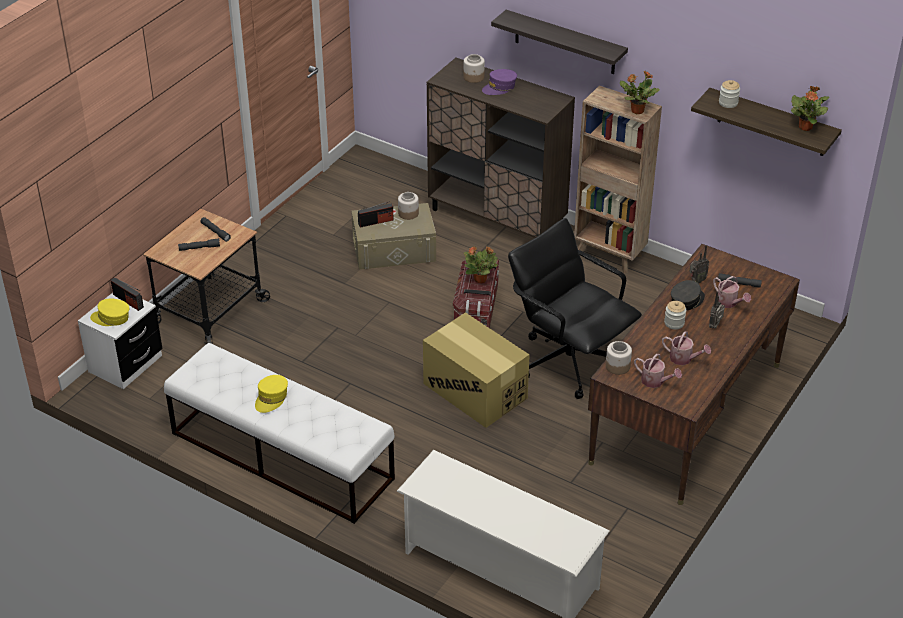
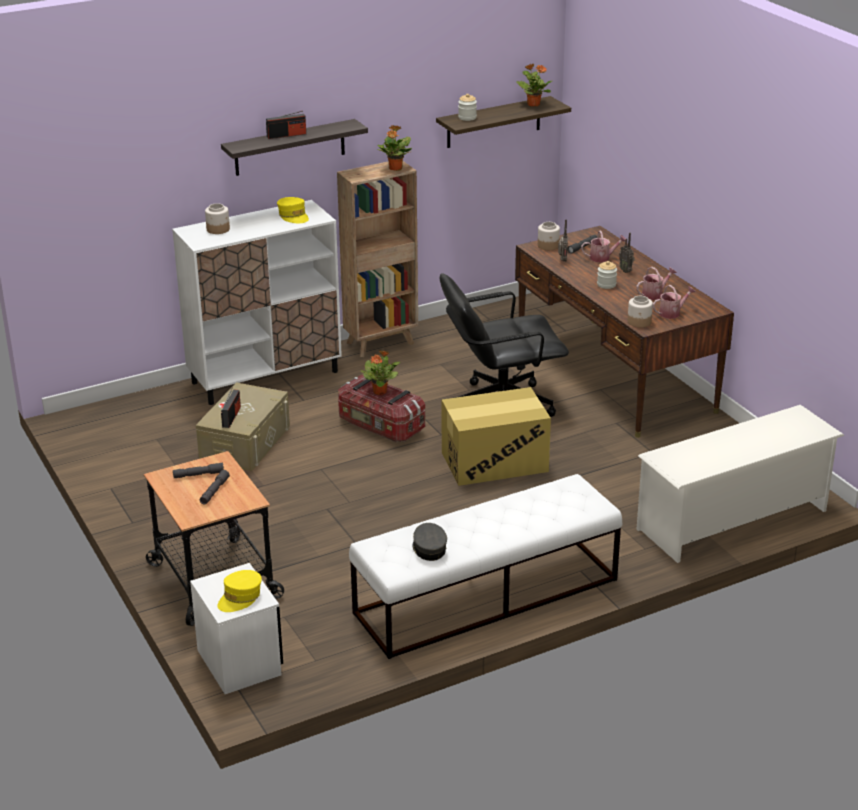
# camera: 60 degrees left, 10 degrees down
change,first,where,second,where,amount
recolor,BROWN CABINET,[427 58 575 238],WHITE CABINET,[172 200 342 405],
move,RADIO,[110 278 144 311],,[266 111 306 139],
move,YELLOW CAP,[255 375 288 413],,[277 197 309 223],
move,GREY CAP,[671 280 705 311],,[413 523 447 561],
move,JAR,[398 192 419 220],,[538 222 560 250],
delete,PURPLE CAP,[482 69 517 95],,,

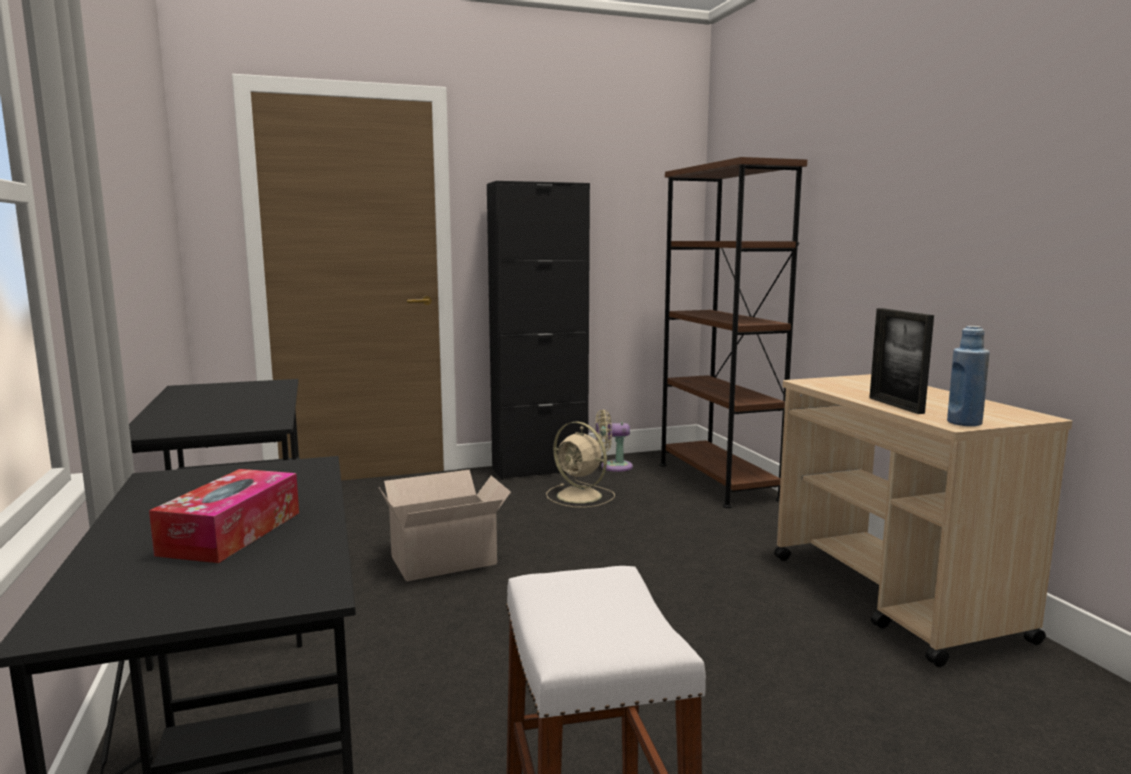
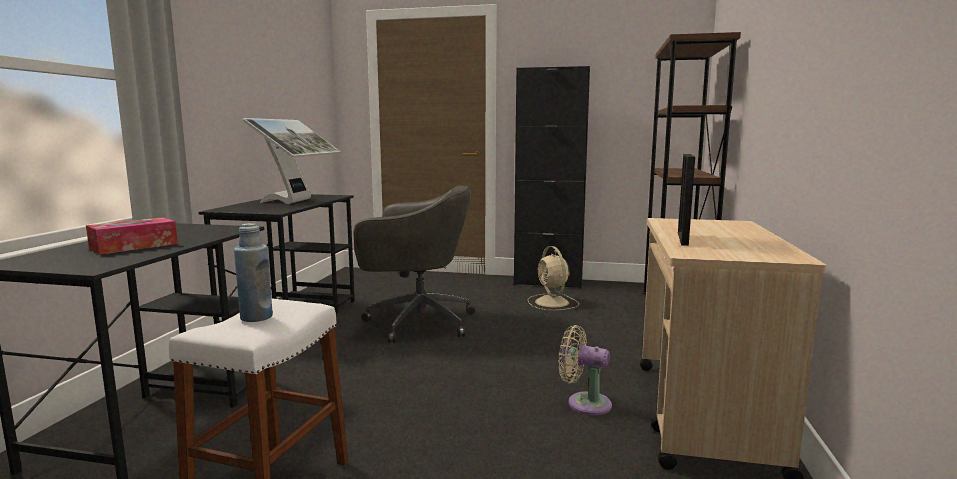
# camera: 30 degrees right, 0 degrees up
change,first,where,second,where,amount
move,BLUE BOTTLE,[947 326 990 426],,[234 223 273 322],
insert,,,MONITOR,[242 118 341 204],
replace,CARDBOARD BOX,[379 469 511 581],GREY OFFICE CHAIR,[354 185 475 343],
move,BEIGE FAN,[595 410 633 472],,[559 325 612 415],

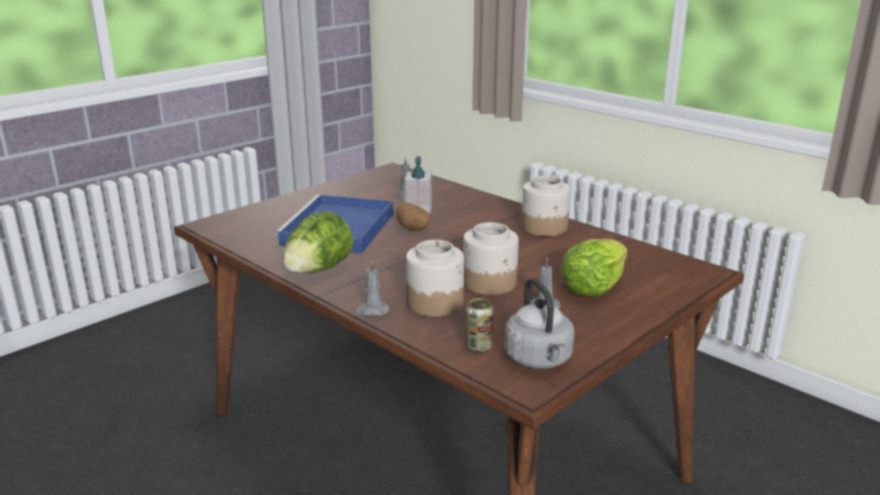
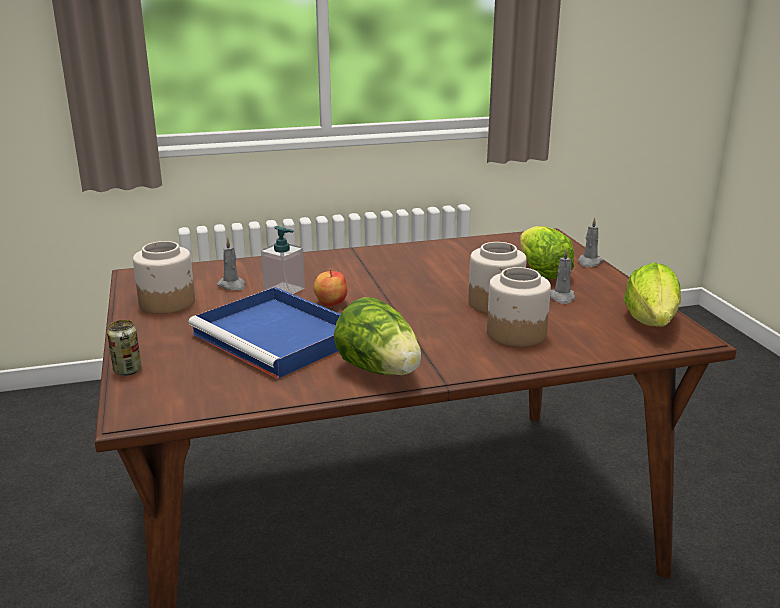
# camera: 60 degrees left, 0 degrees up
change,first,where,second,where,amount
move,CAN,[466 298 493 352],,[107 320 142 376],
move,JAR,[521 175 570 236],,[133 241 195 314],
replace,POTATO,[396 203 431 230],APPLE,[313 269 348 306],
move,GREY CANDLE,[354 259 389 316],,[578 217 603 267],
replace,GREY KETTLE,[505 278 574 369],LETTUCE,[624 262 681 326],

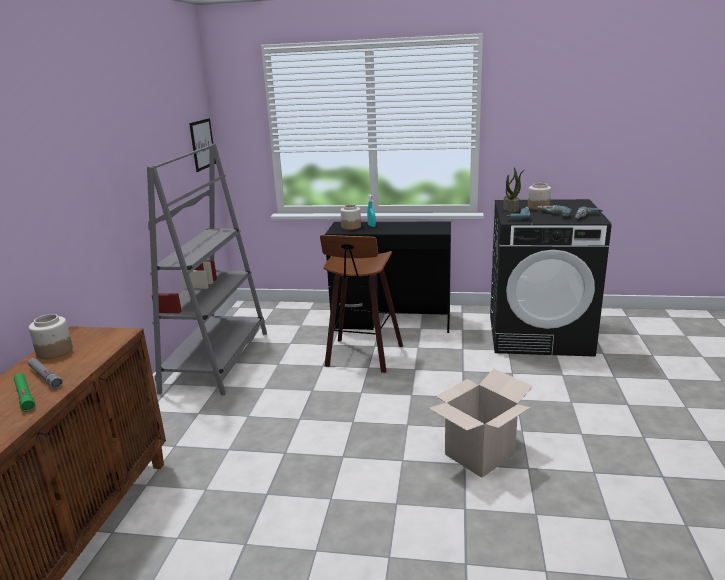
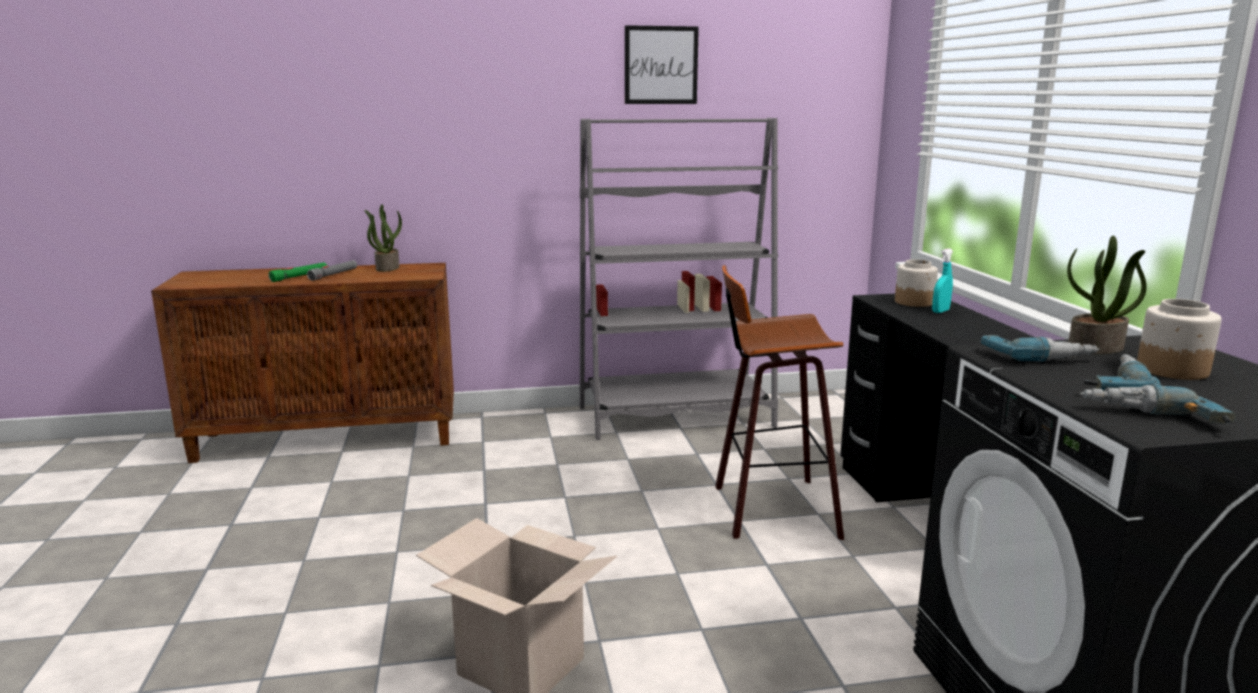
# camera: 70 degrees right, 5 degrees down
change,first,where,second,where,amount
replace,JAR,[29 314 73 359],POTTED PLANT,[364 204 402 272],
move,PICTURE,[189 118 216 172],,[625 25 699 104],

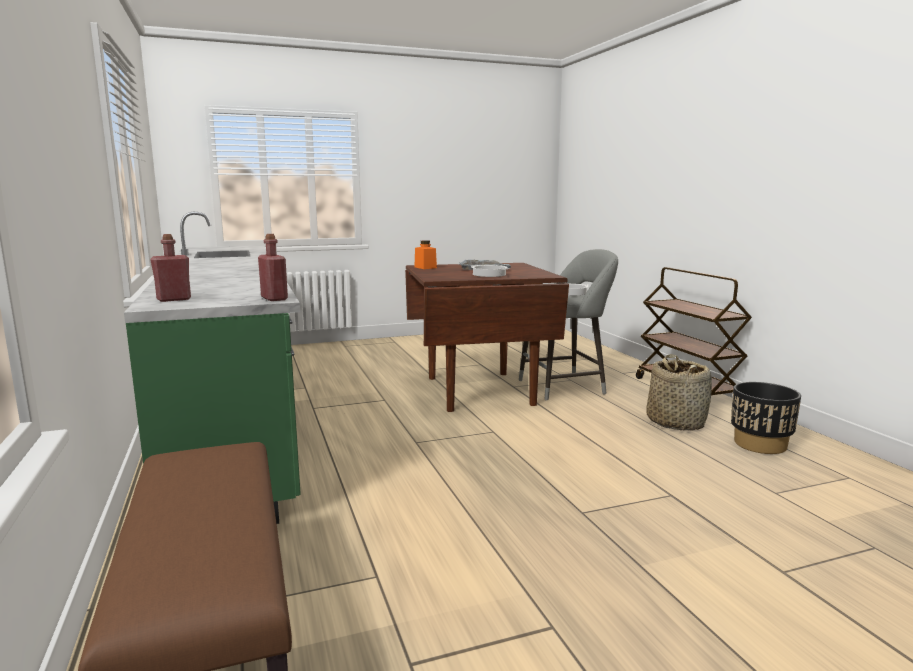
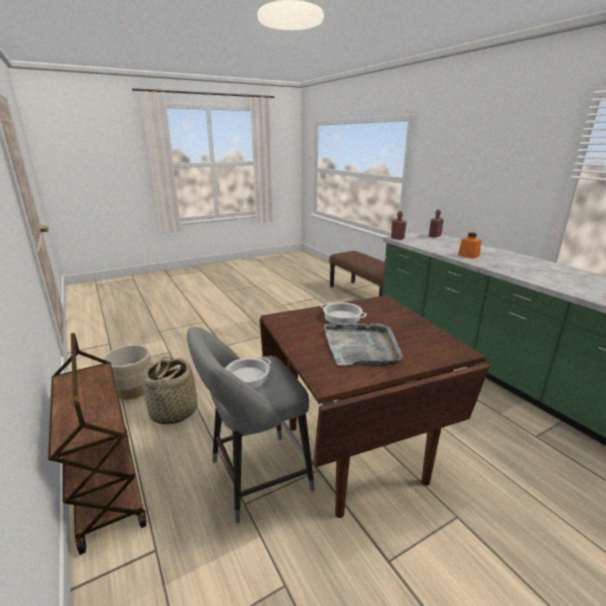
# camera: 170 degrees right, 10 degrees up
change,first,where,second,where,amount
recolor,BLACK PLANTER,[731 382 801 454],BEIGE PLANTER,[103 345 152 399],
move,ORANGE JAR,[414 240 437 269],,[458 232 482 259],

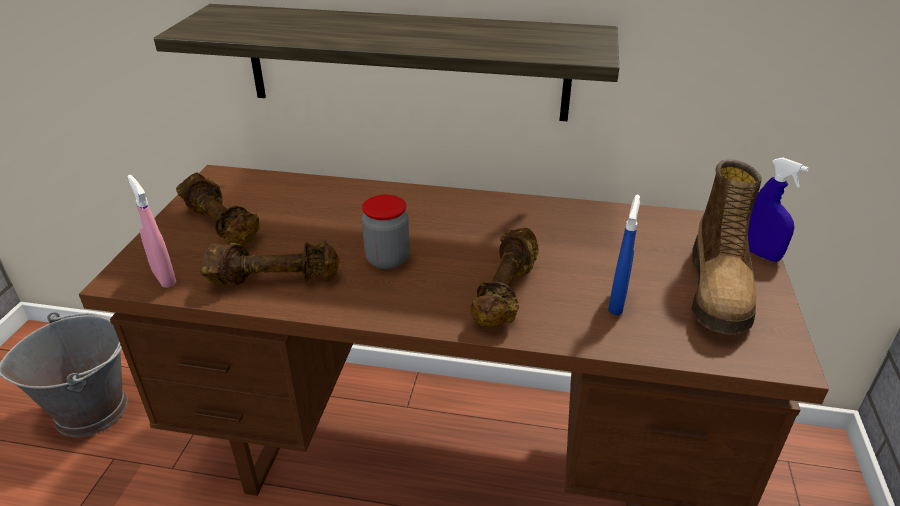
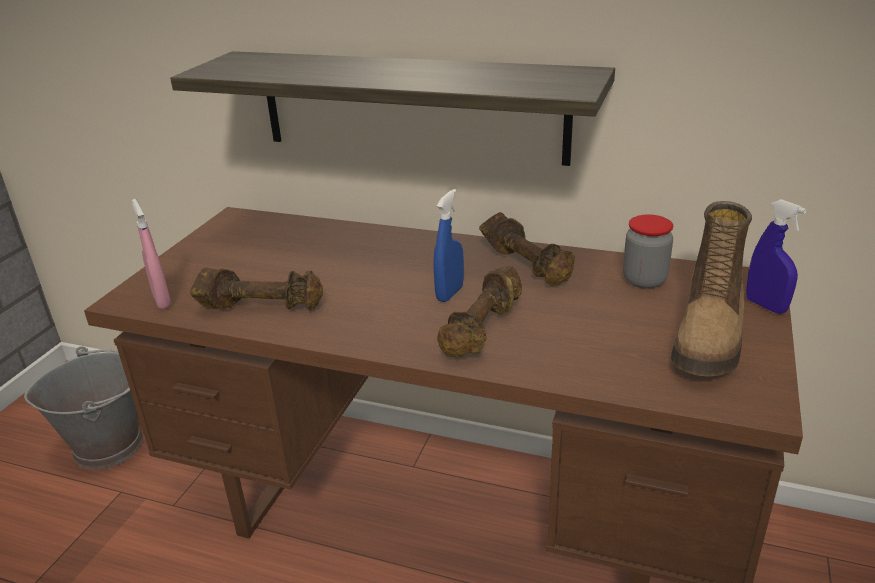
# camera: 10 degrees right, 5 degrees down
change,first,where,second,where,amount
move,BLUE SPRAY BOTTLE,[608 195 640 315],,[433 189 464 302],
move,BROWN DUMBBELL,[176 172 260 246],,[479 212 575 286],
move,JAR,[362 195 410 269],,[623 214 673 289],

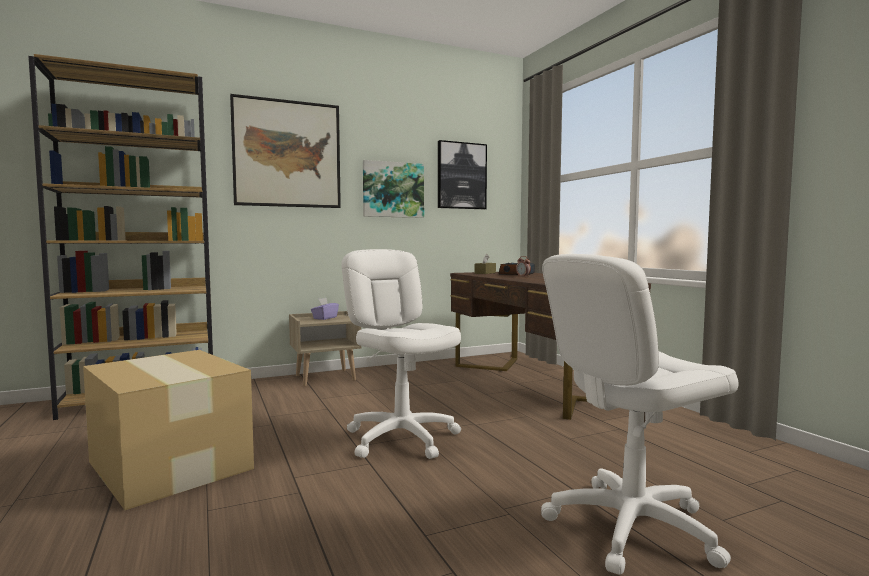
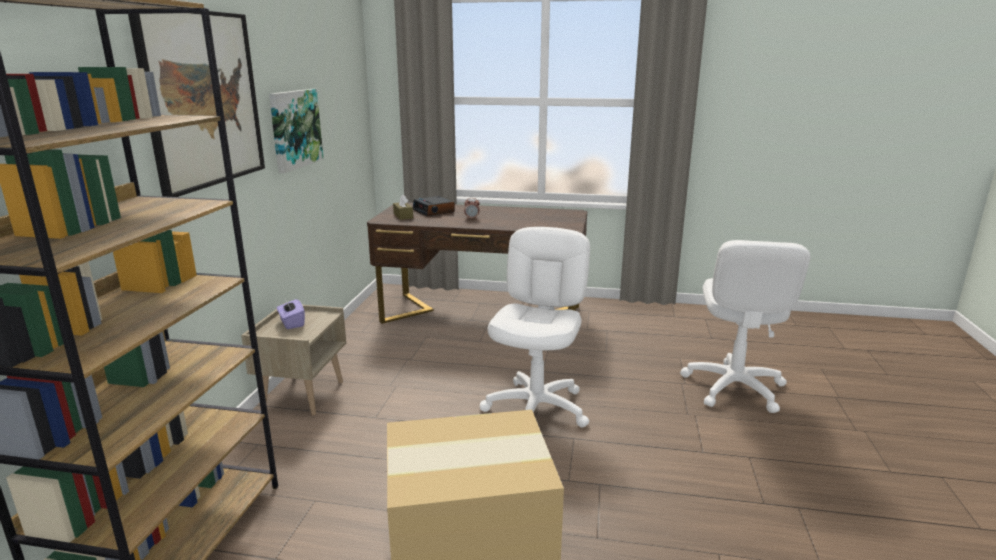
# camera: 55 degrees left, 15 degrees up
change,first,where,second,where,amount
rotate,WHITE OFFICE CHAIR,[342 249 461 459],,[480 227 590 427],105 degrees clockwise
delete,PICTURE,[438 140 487 209],,,

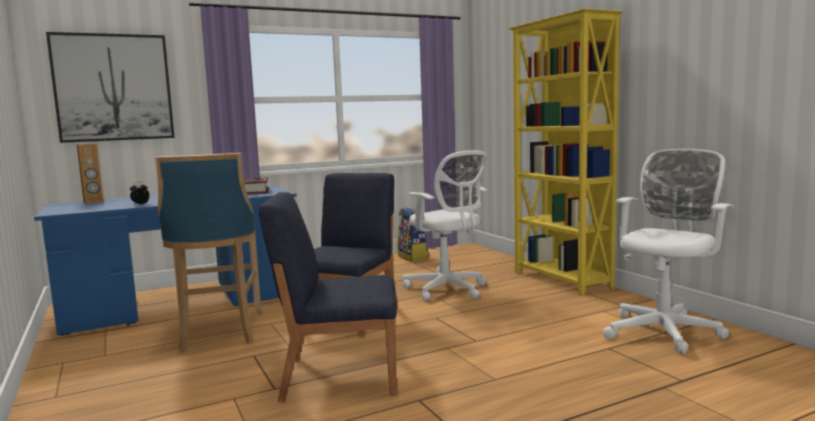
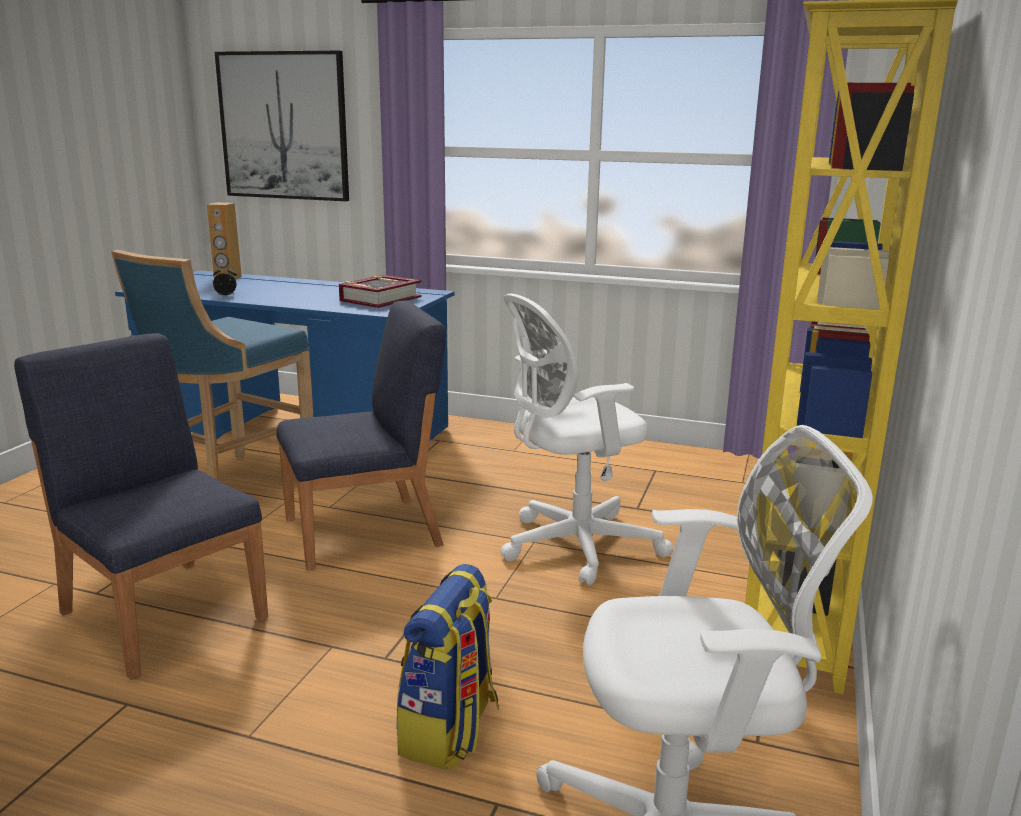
# camera: 45 degrees right, 10 degrees up
change,first,where,second,where,amount
move,BACKPACK,[397 207 429 262],,[396 564 500 771],
rotate,WHITE OFFICE CHAIR,[402 150 488 301],,[501 294 673 585],60 degrees clockwise

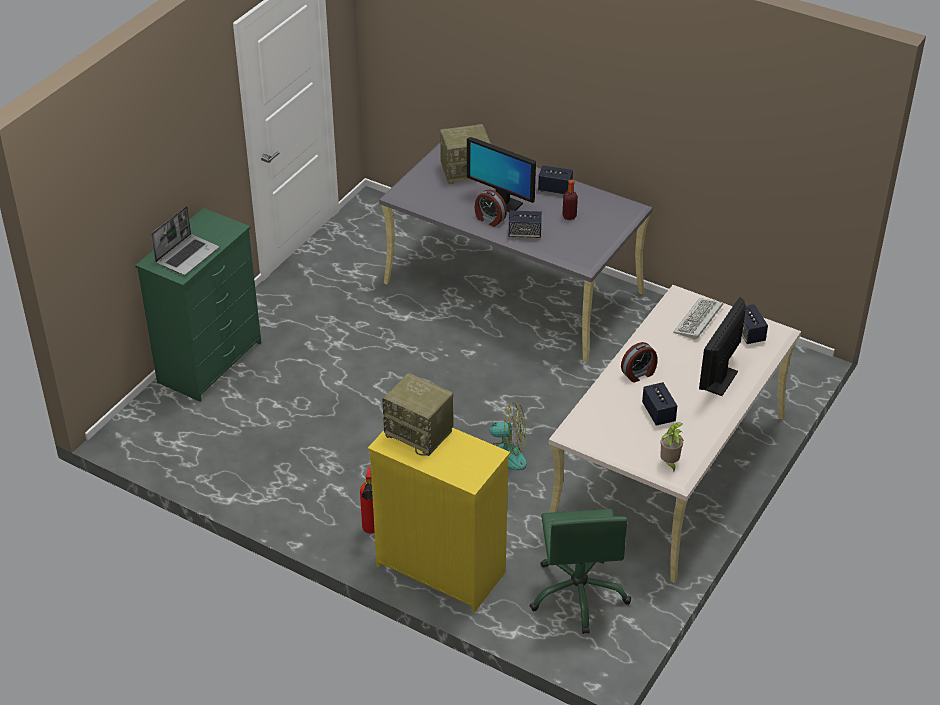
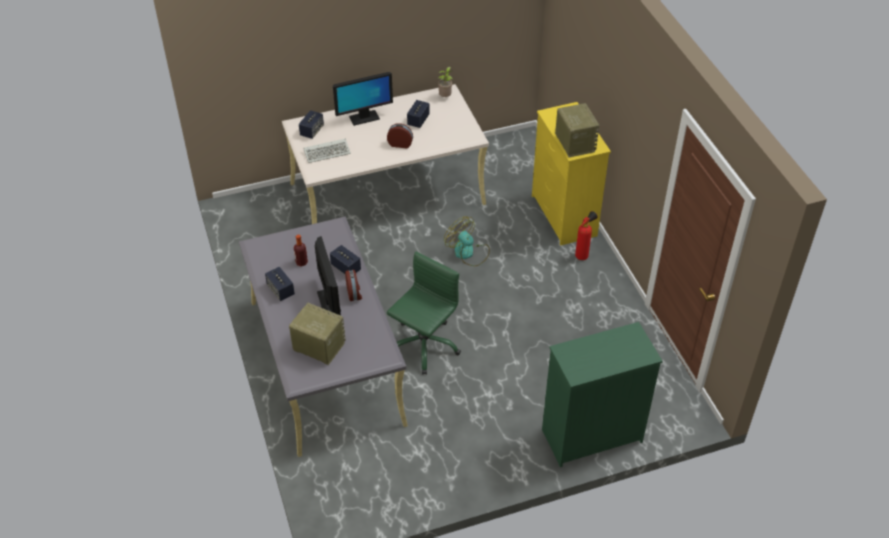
# camera: 140 degrees left, 5 degrees up
change,first,where,second,where,amount
move,GREEN OFFICE CHAIR,[530 509 631 634],,[387 251 461 375],
delete,LAPTOP,[151 206 219 275],,,

